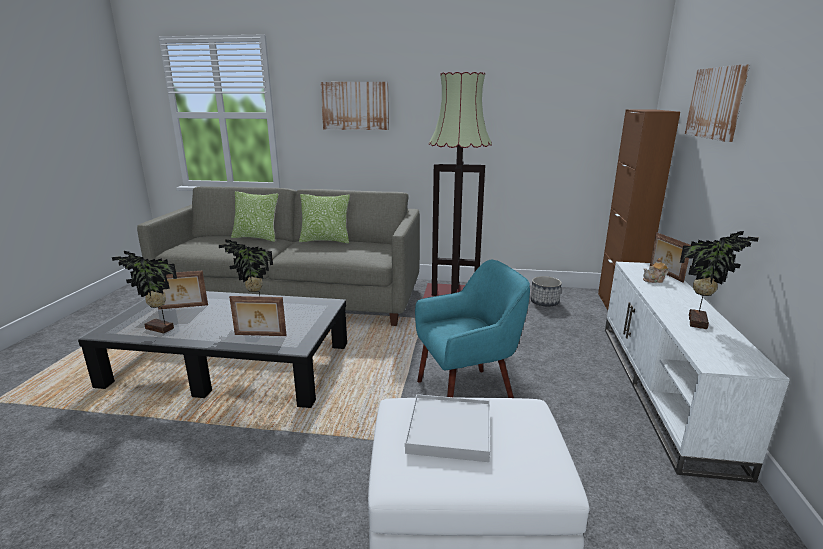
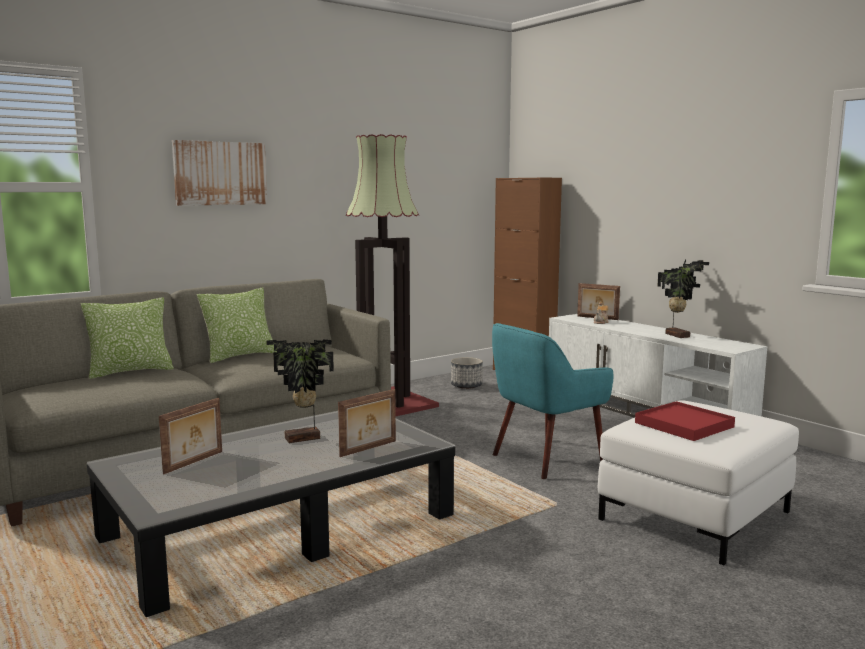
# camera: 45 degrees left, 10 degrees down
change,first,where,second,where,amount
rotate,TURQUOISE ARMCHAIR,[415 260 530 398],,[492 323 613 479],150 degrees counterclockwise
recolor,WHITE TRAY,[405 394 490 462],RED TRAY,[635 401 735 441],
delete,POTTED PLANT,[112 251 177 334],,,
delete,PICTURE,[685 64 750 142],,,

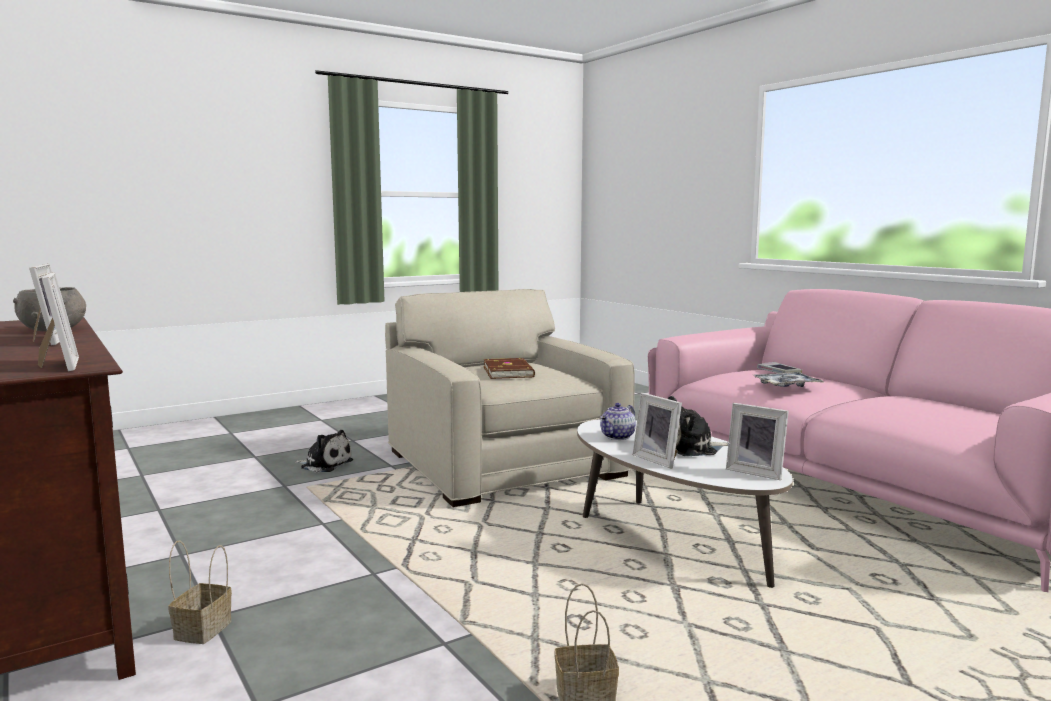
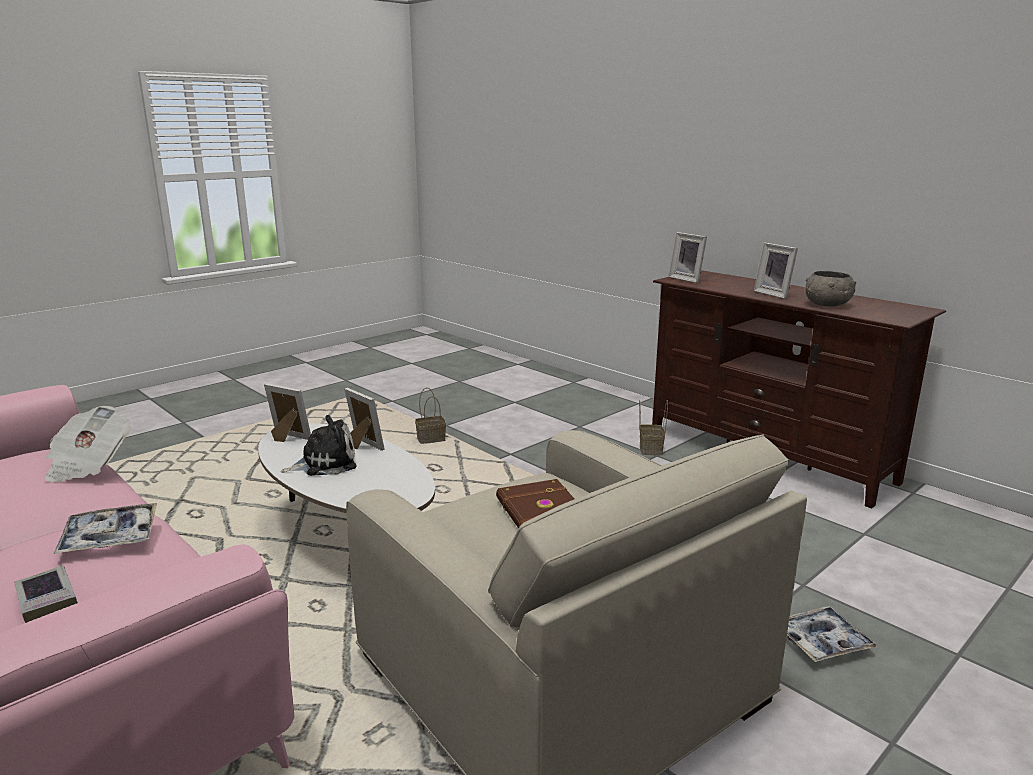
# camera: 170 degrees right, 10 degrees up
change,first,where,second,where,amount
insert,,,NEWSPAPER,[45 406 131 482],
replace,PLUSH TOY,[295 430 353 472],TRAY,[787 606 878 662],
delete,TEAPOT,[600 403 636 440],,,

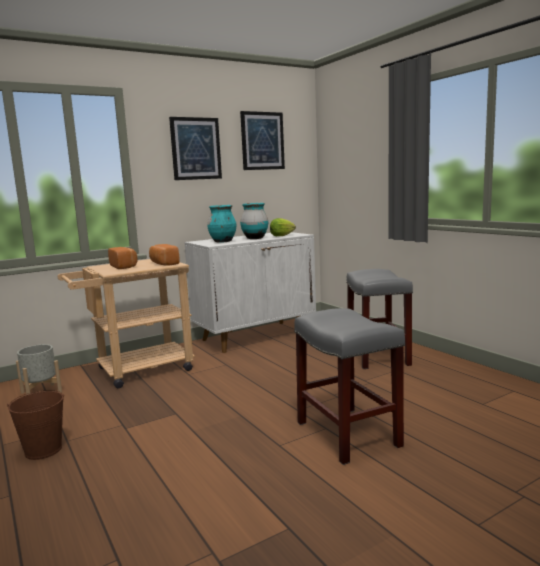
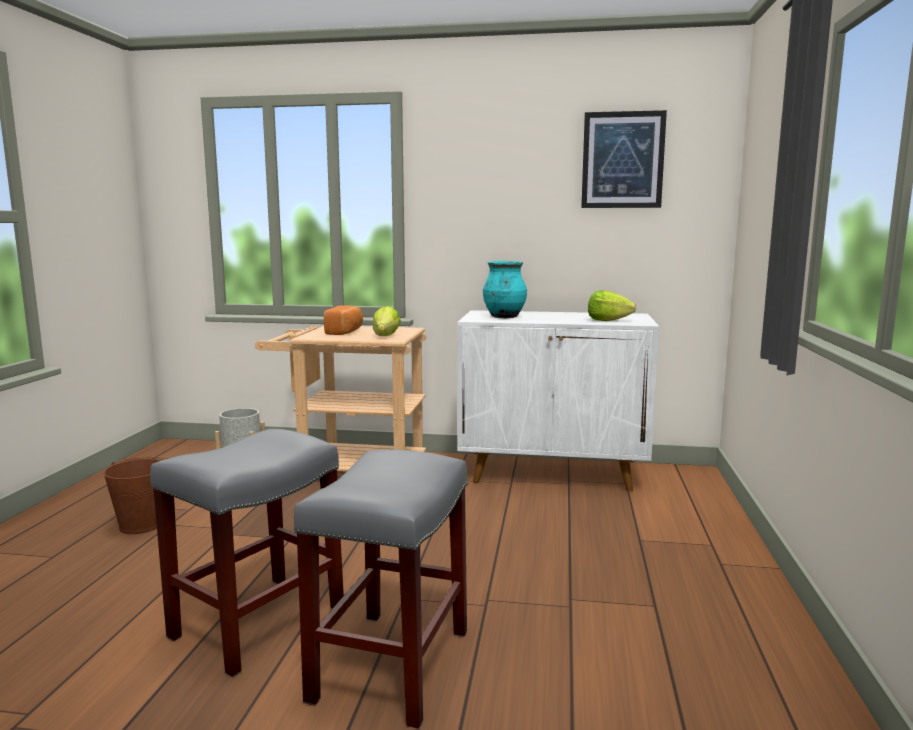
# camera: 40 degrees right, 0 degrees up
change,first,where,second,where,amount
move,GREY STOOL,[346 269 413 369],,[150 429 344 677],
replace,BREAD,[149 244 179 266],LETTUCE,[373 306 401 336],
delete,PICTURE,[169 117 222 180],,,
delete,TURQUOISE VASE,[240 203 268 239],,,

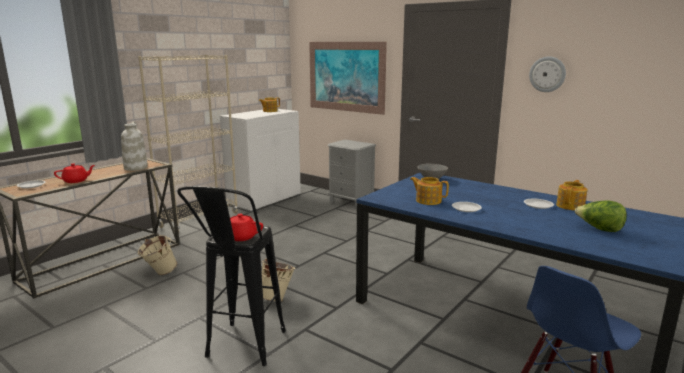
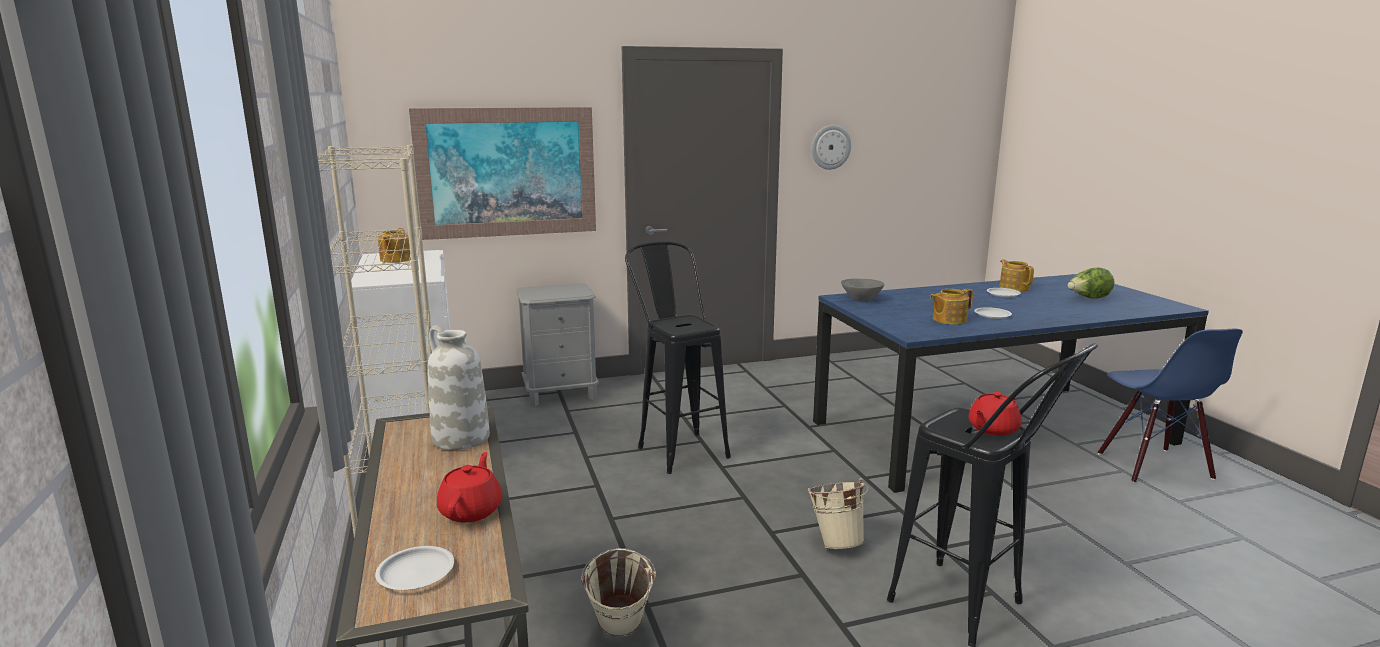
# camera: 55 degrees left, 0 degrees up
change,first,where,second,where,amount
insert,,,BLACK STOOL,[625 242 731 474],

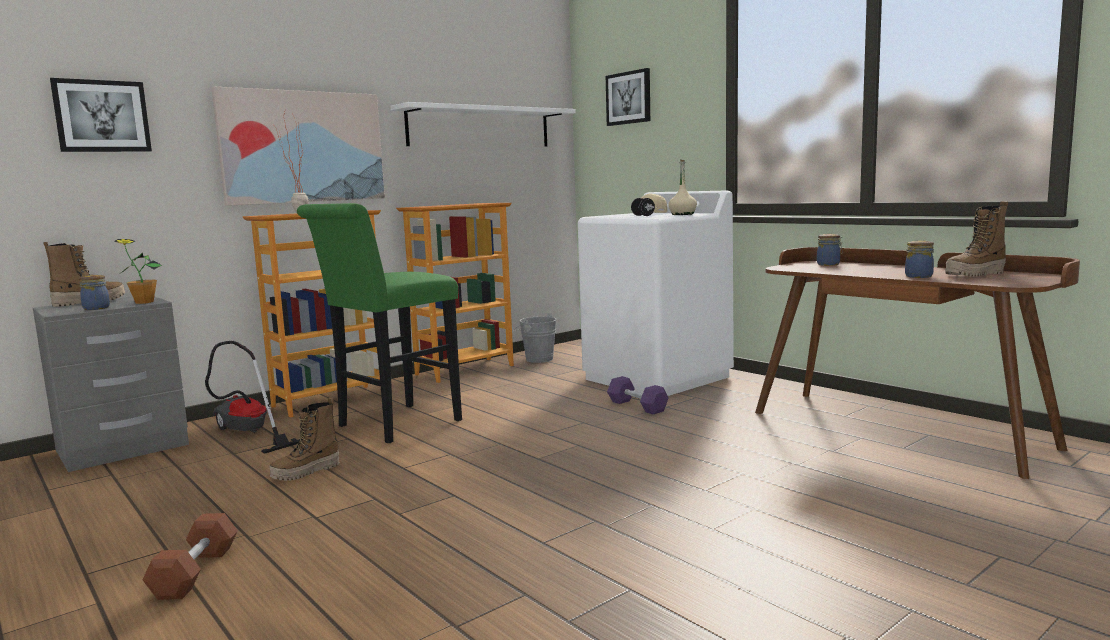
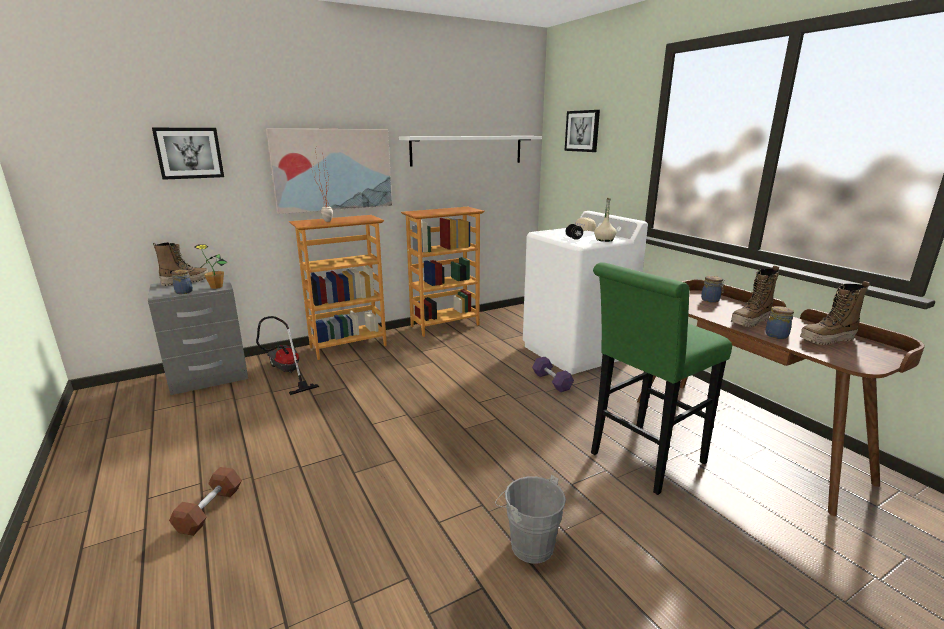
# camera: 10 degrees right, 10 degrees up
change,first,where,second,where,amount
move,GREY BUCKET,[513 313 557 363],,[495 475 566 564],
move,GREEN STOOL,[297 203 462 443],,[591 262 732 495],
move,BOOT,[269 398 340 481],,[731 266 779 327],

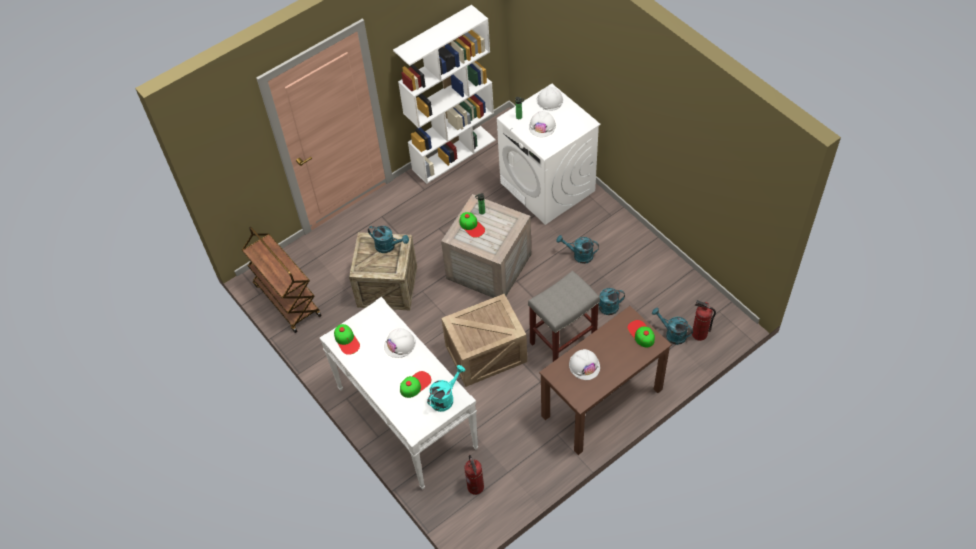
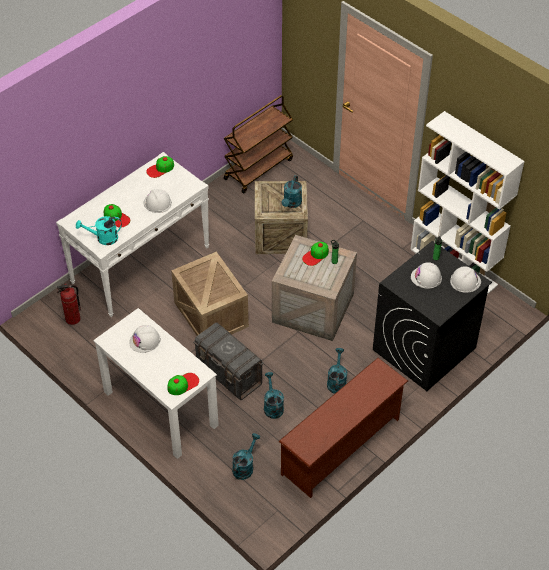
# camera: 80 degrees right, 5 degrees down
change,first,where,second,where,amount
rotate,TURQUOISE WATERING CAN,[427 365 465 412],,[76 216 122 245],135 degrees clockwise
recolor,BROWN DESK,[539 306 672 455],WHITE DESK,[93 308 219 459],
replace,GREY STOOL,[528 271 600 362],GREY STORAGE BOX,[193 322 264 400],
insert,,,BROWN SHOE RACK,[278 358 408 498],
recolor,WHITE WASHING MACHINE,[497 84 601 225],BLACK WASHING MACHINE,[373 241 492 391],
delete,FIRE EXTINGUISHER,[692 300 716 341],,,

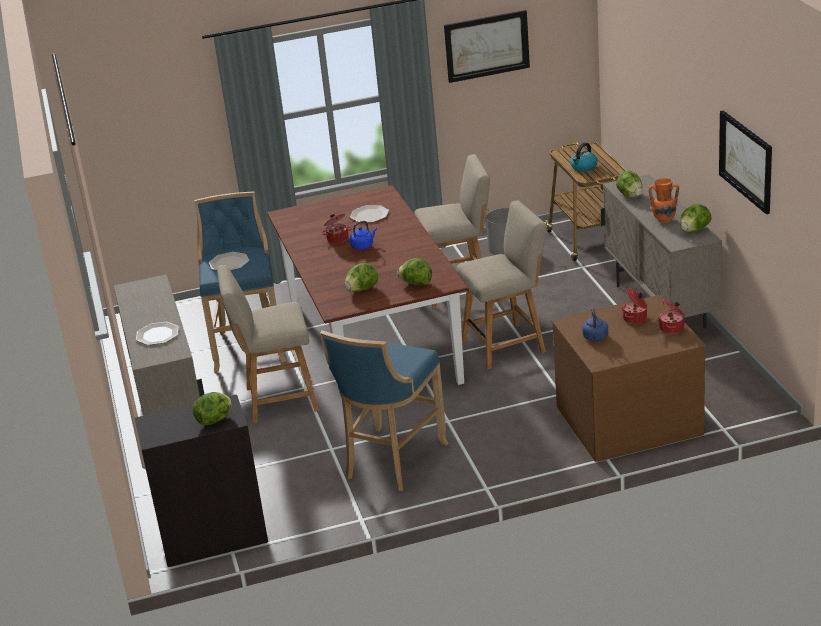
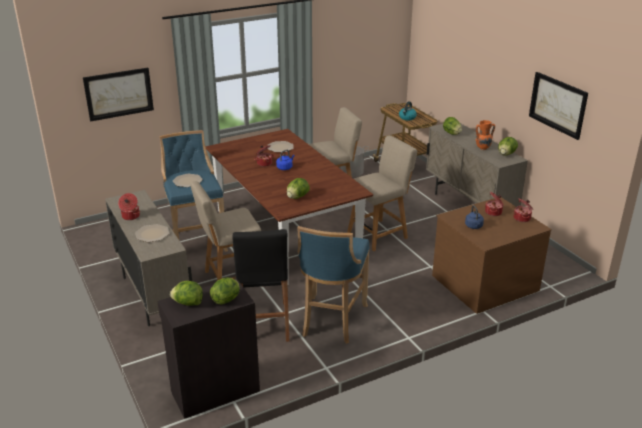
# camera: 15 degrees left, 0 degrees up
change,first,where,second,where,amount
move,PICTURE,[444 10 530 83],,[83 68 154 121],
insert,,,COOKING POT,[118 193 140 220],
move,LETTUCE,[397 258 432 285],,[170 281 203 306],
insert,,,BLACK STOOL,[232 229 289 342],

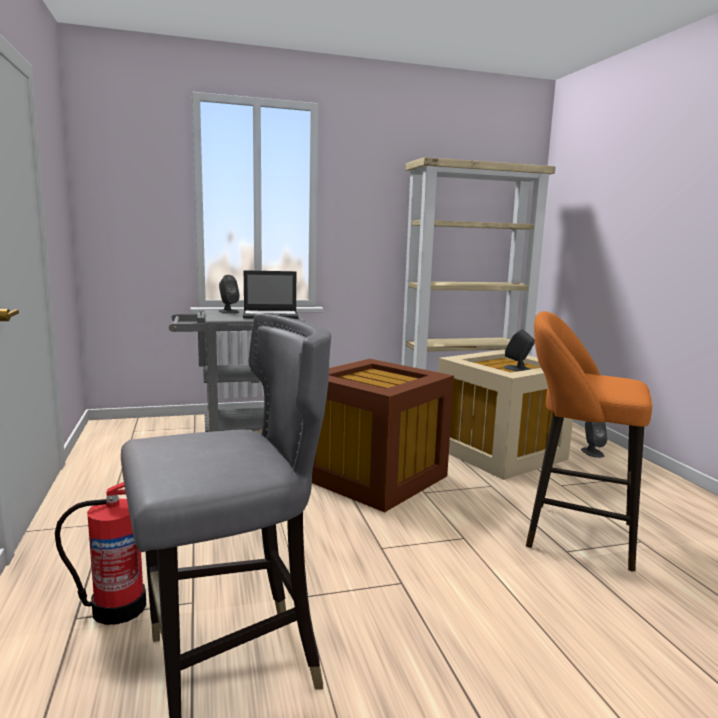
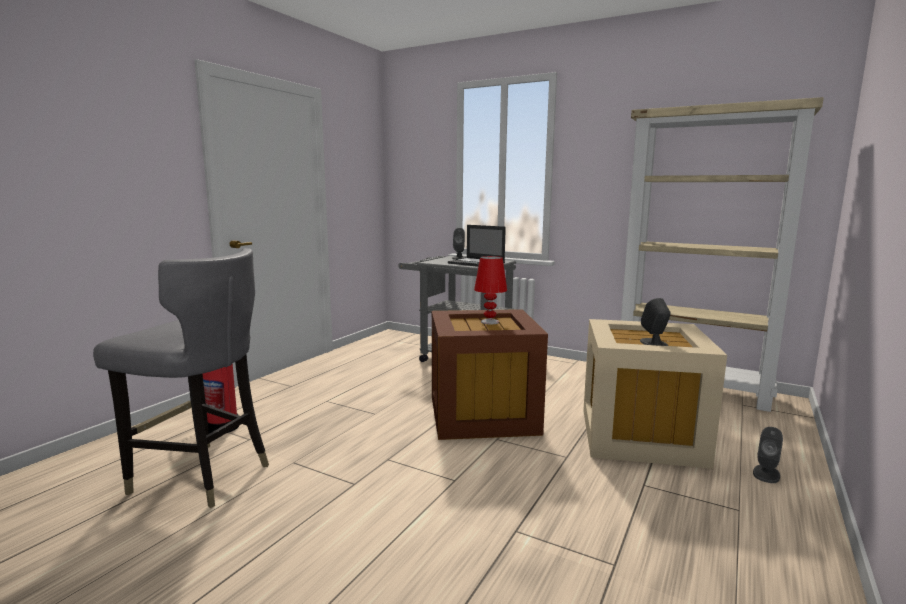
# camera: 45 degrees right, 0 degrees up
change,first,where,second,where,amount
insert,,,RED TABLE LAMP,[474 256 507 324],
delete,ORANGE STOOL,[526 311 652 572],,,

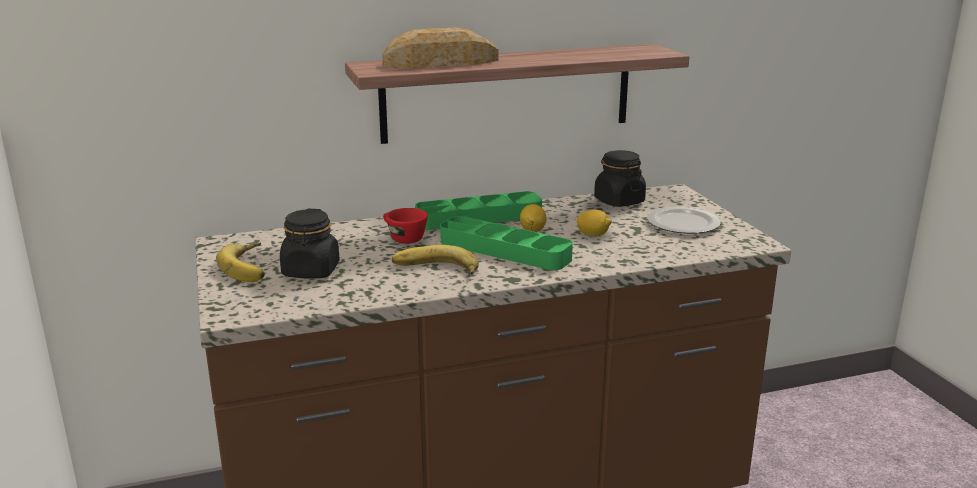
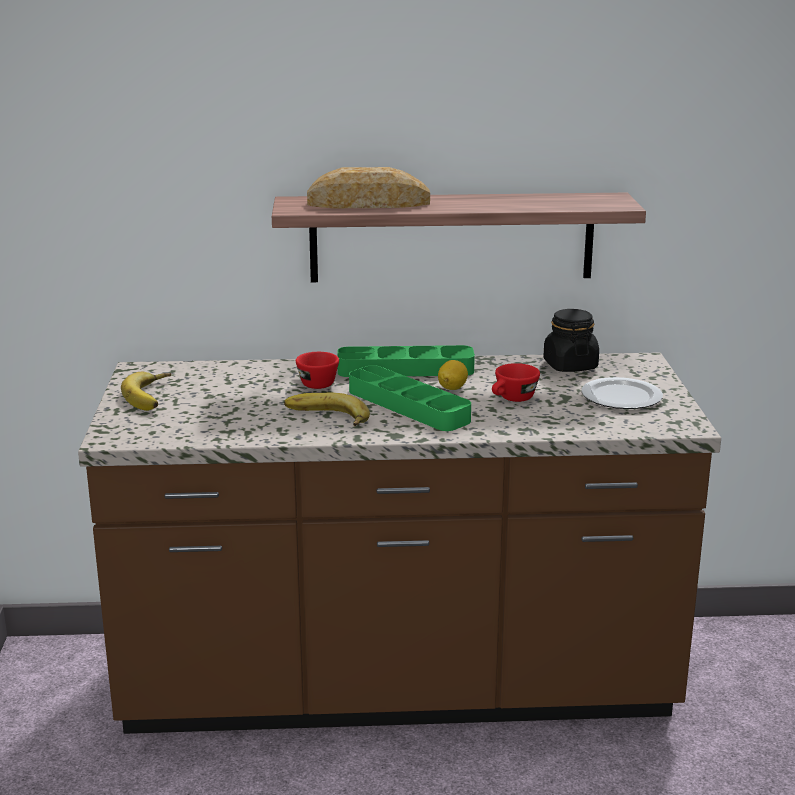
# camera: 15 degrees right, 0 degrees up
change,first,where,second,where,amount
replace,LEMON,[577 210 612 236],RED CUP,[492 363 540 402],
delete,BLACK JAR,[280 209 340 279],,,

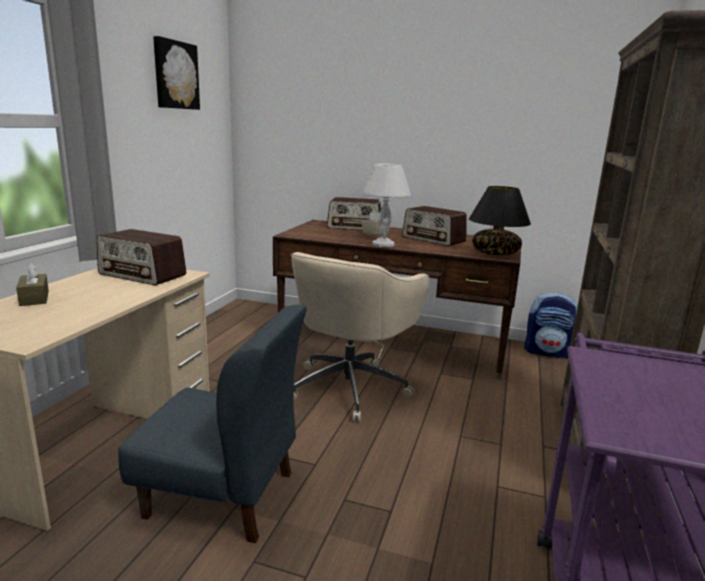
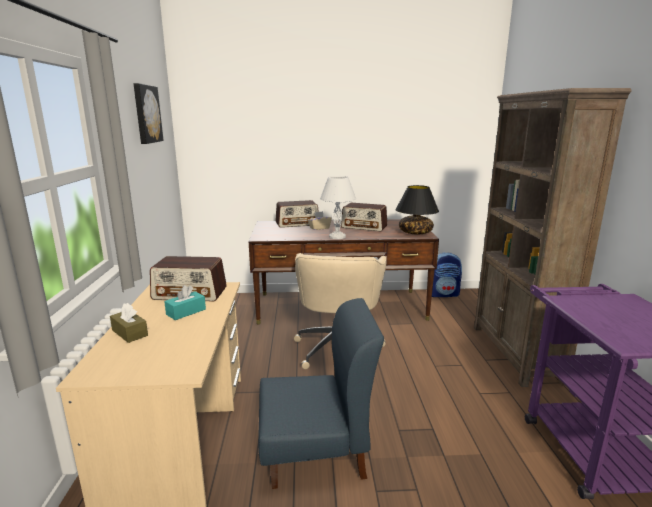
# camera: 20 degrees left, 0 degrees up
change,first,where,second,where,amount
insert,,,TURQUOISE TISSUE BOX,[164 285 206 320],

